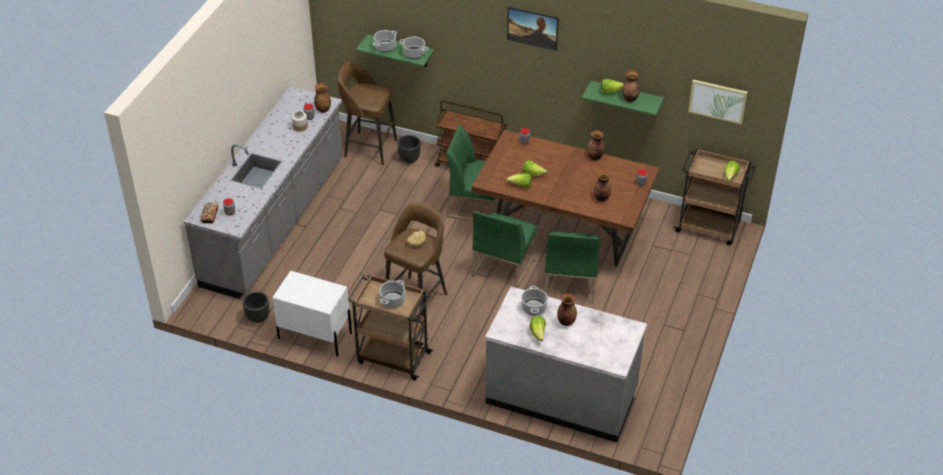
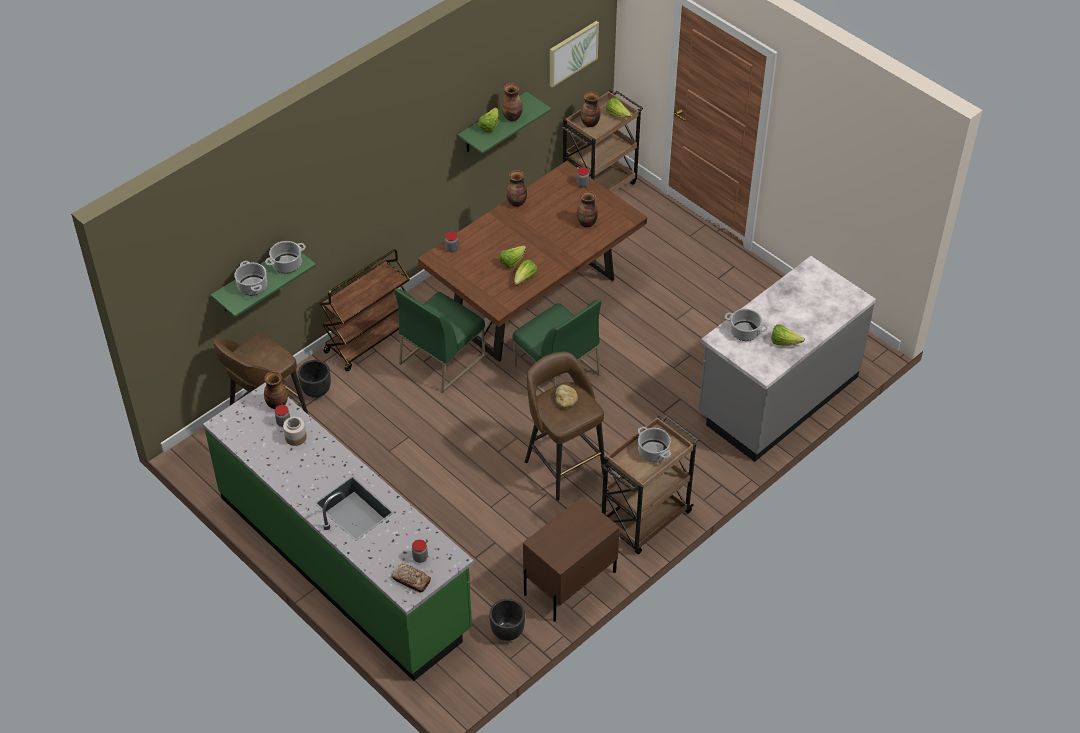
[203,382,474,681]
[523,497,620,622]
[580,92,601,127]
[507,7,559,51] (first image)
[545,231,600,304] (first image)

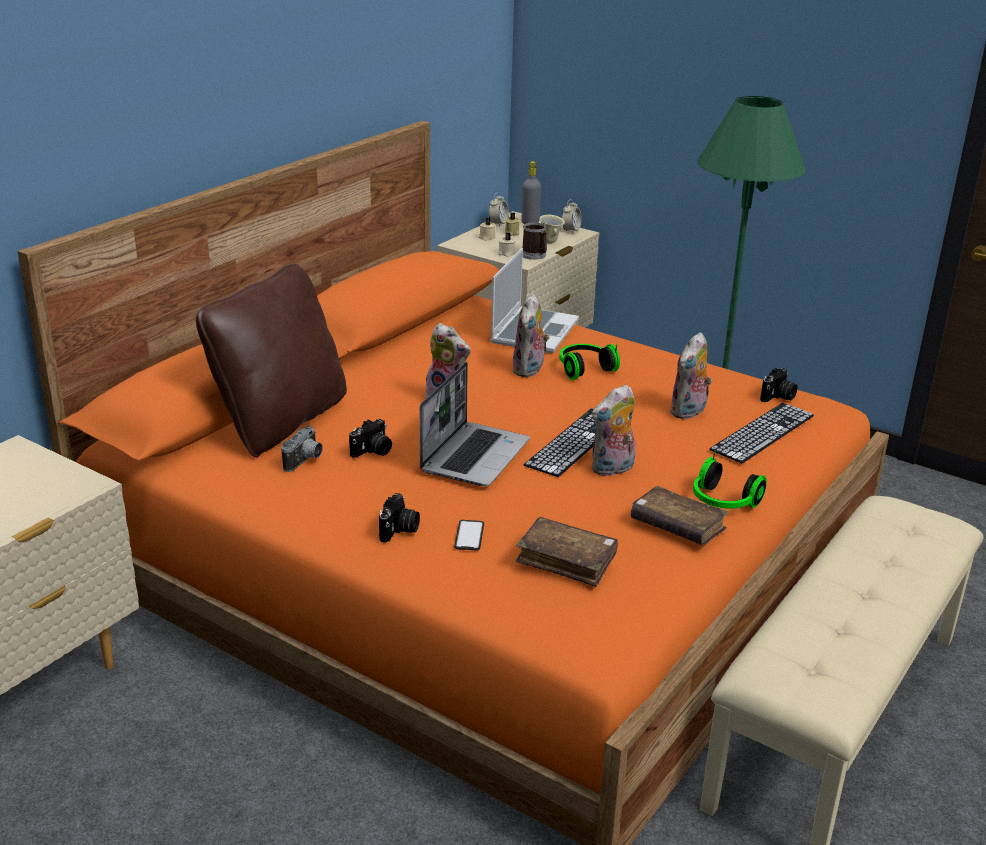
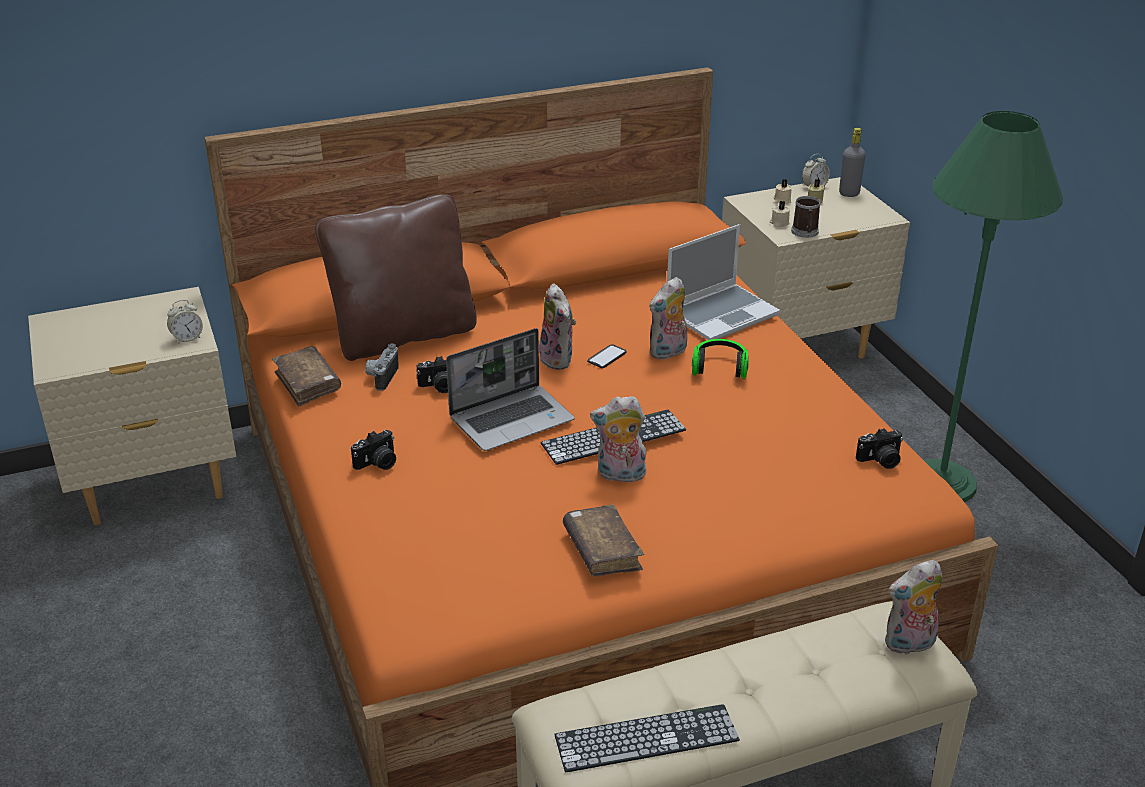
[167,300,203,344]
[272,346,341,406]
[365,344,399,391]
[554,704,740,773]
[587,344,627,368]
[885,560,943,655]
[539,215,565,244] (first image)
[693,450,767,509] (first image)

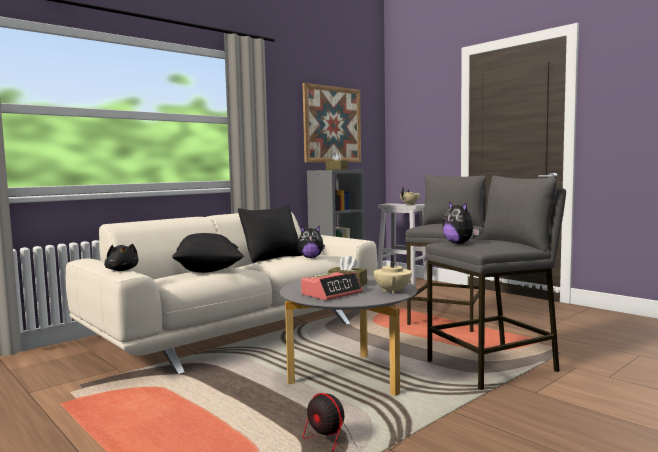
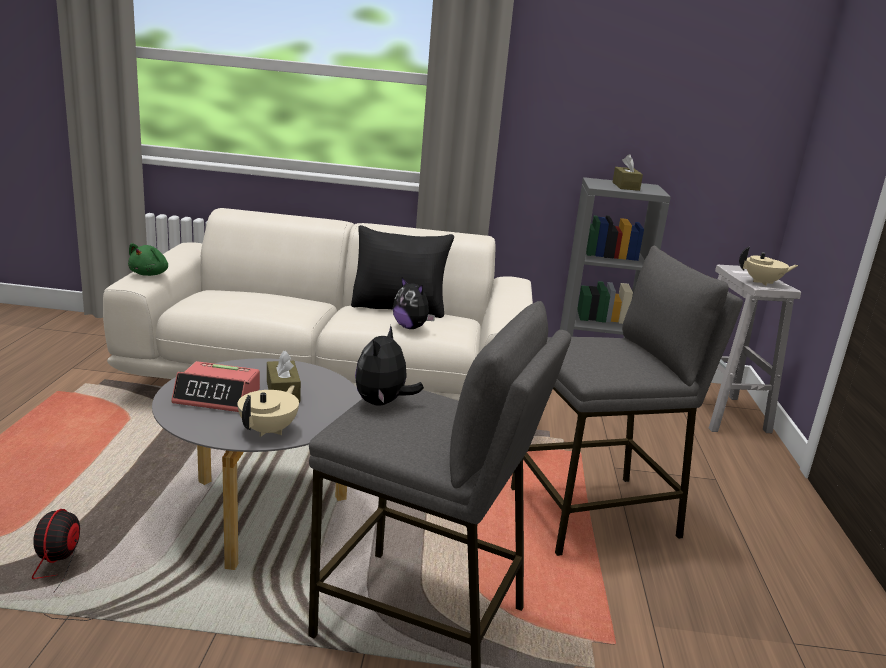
[128,243,168,276]
[237,386,299,437]
[172,233,244,273] (first image)
[302,83,361,163] (first image)

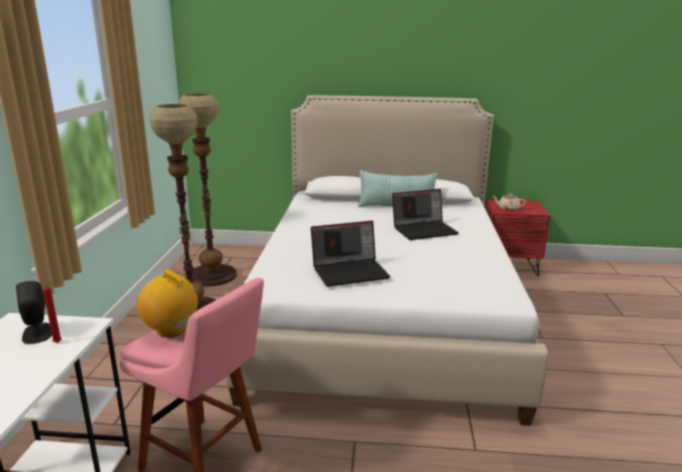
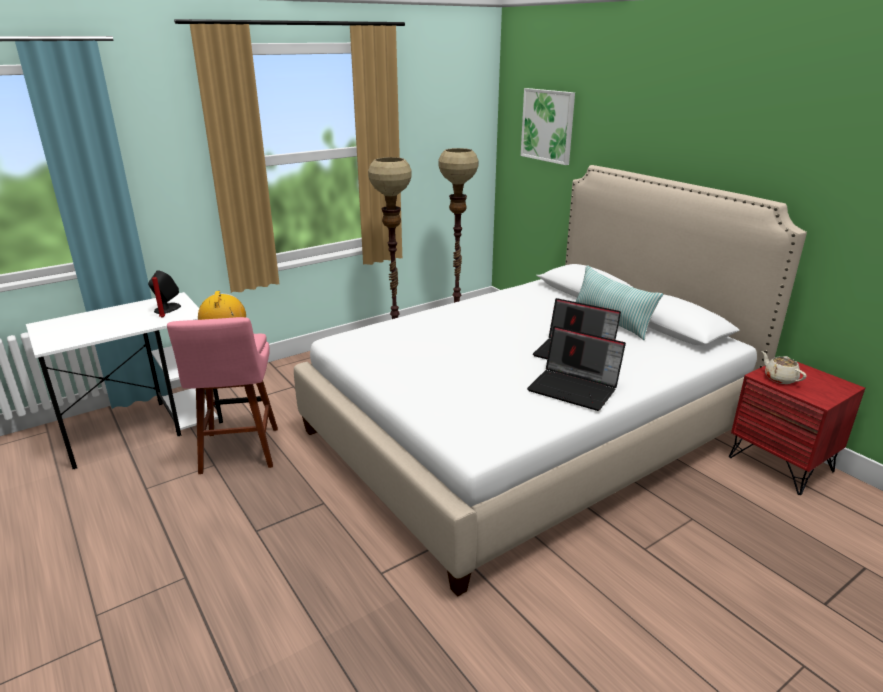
[521,88,575,165]
[527,326,626,411]

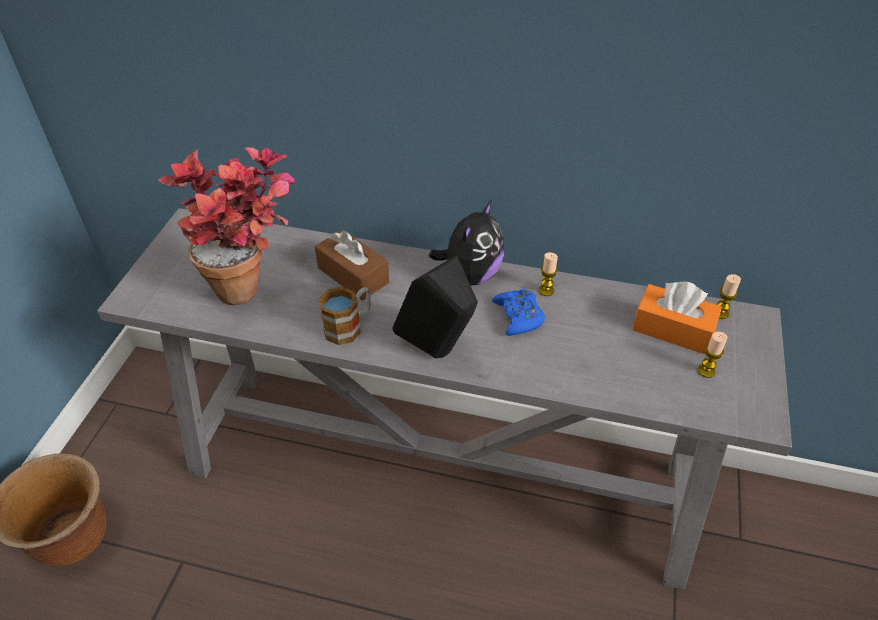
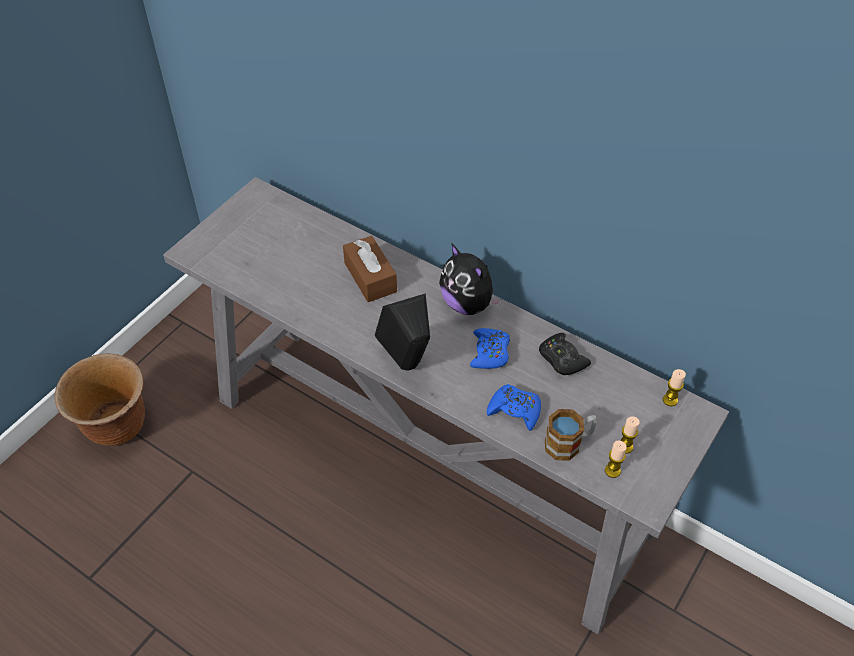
[439,244,502,315]
[487,384,541,431]
[539,333,591,375]
[545,409,598,461]
[605,440,627,478]
[158,147,295,305] (first image)
[632,281,722,354] (first image)

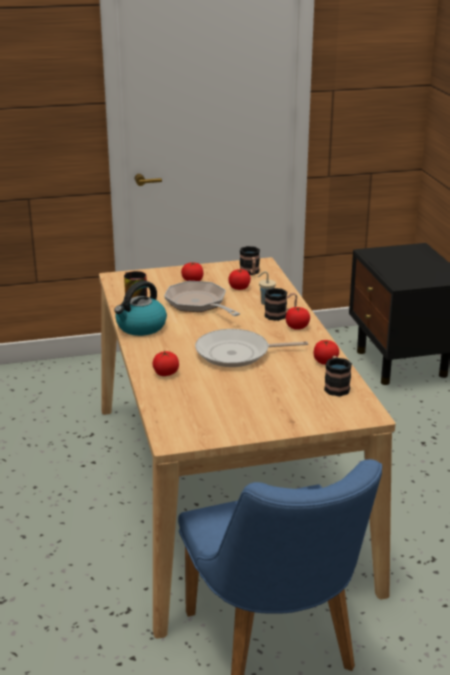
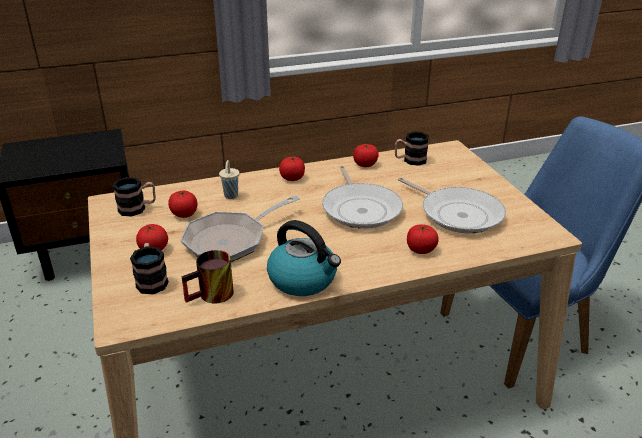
[130,243,169,295]
[398,177,506,234]

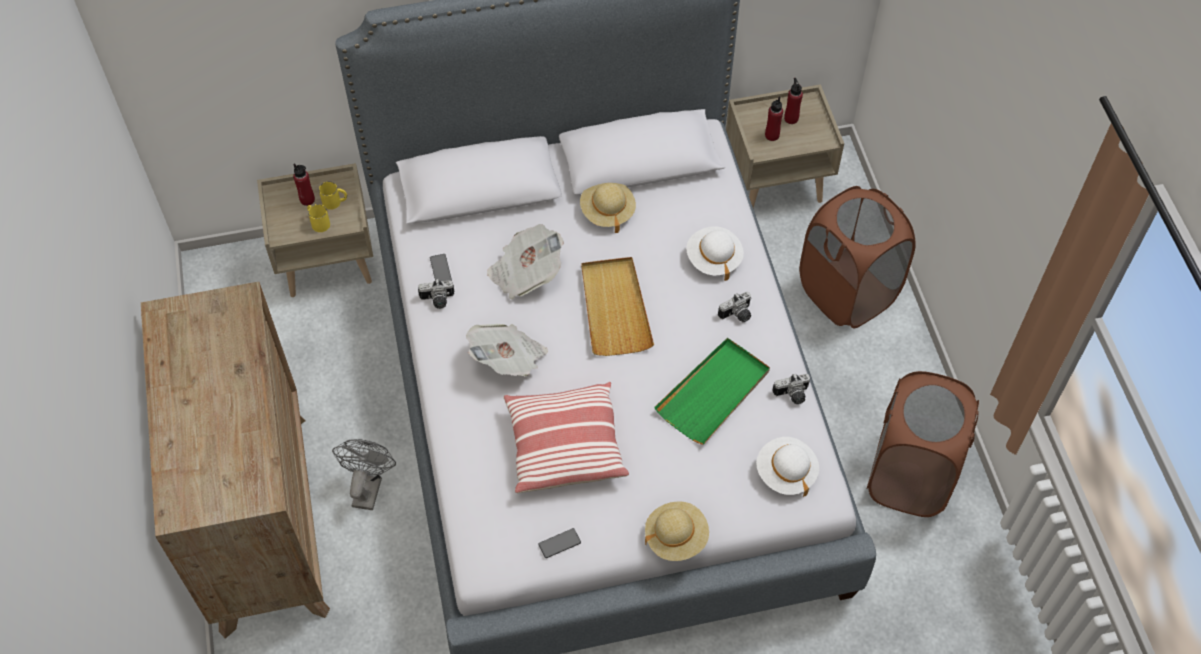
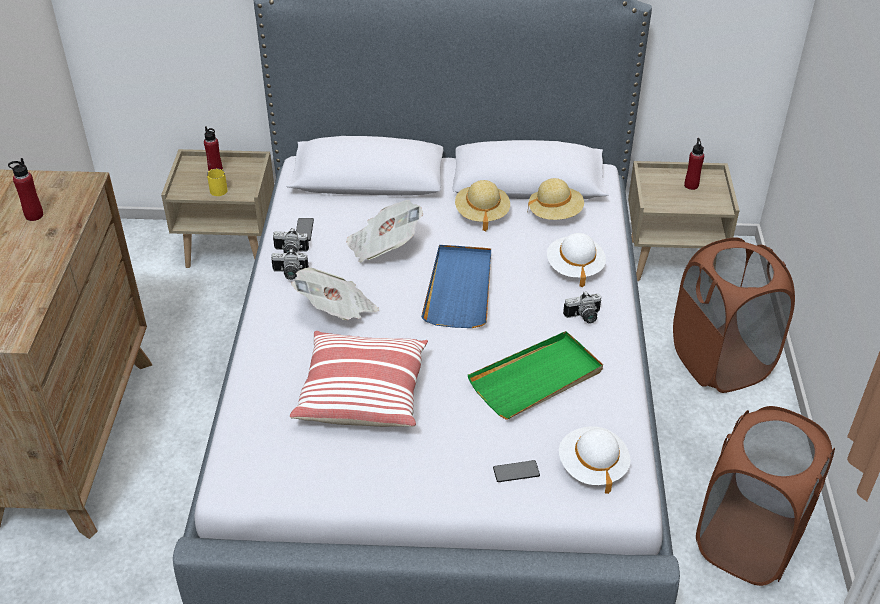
[8,158,43,221]
[271,249,309,280]
[421,245,491,328]
[493,460,540,482]
[528,178,584,220]
[319,181,347,210] (first image)
[332,439,396,510] (first image)

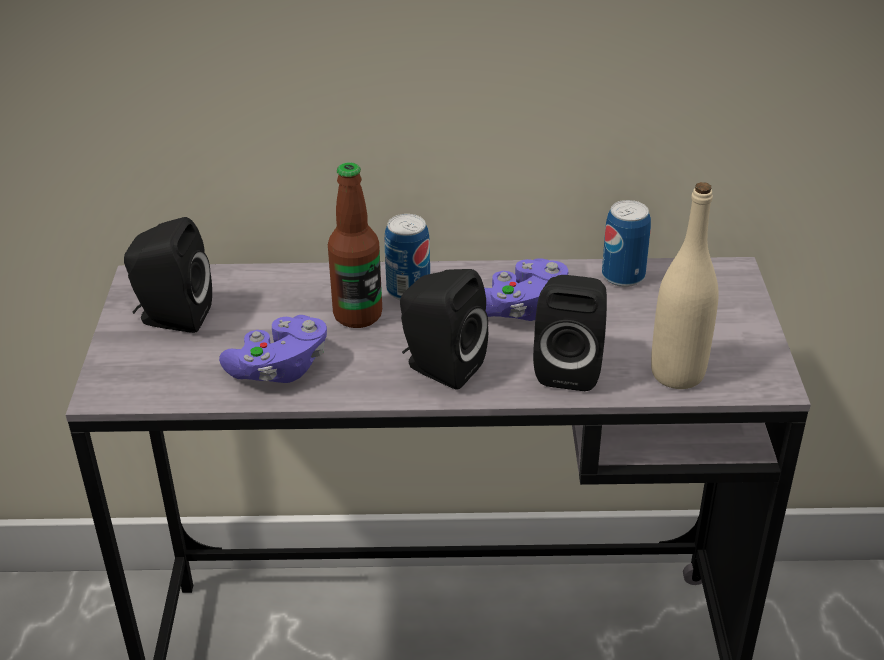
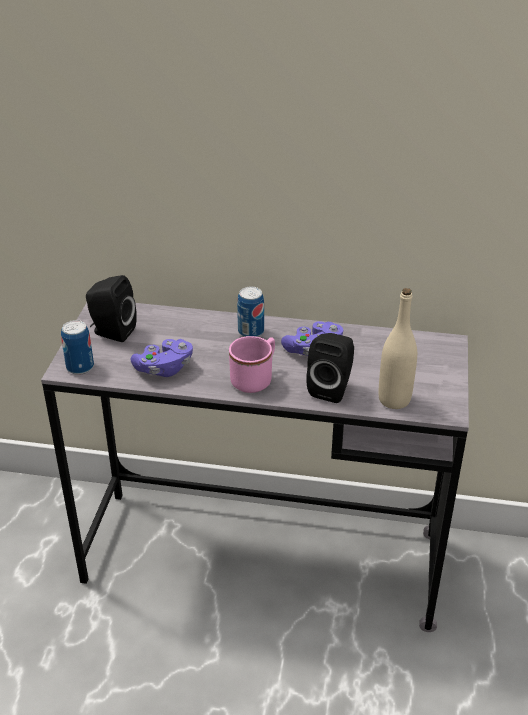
[61,320,94,375]
[229,336,275,393]
[328,162,382,328] (first image)

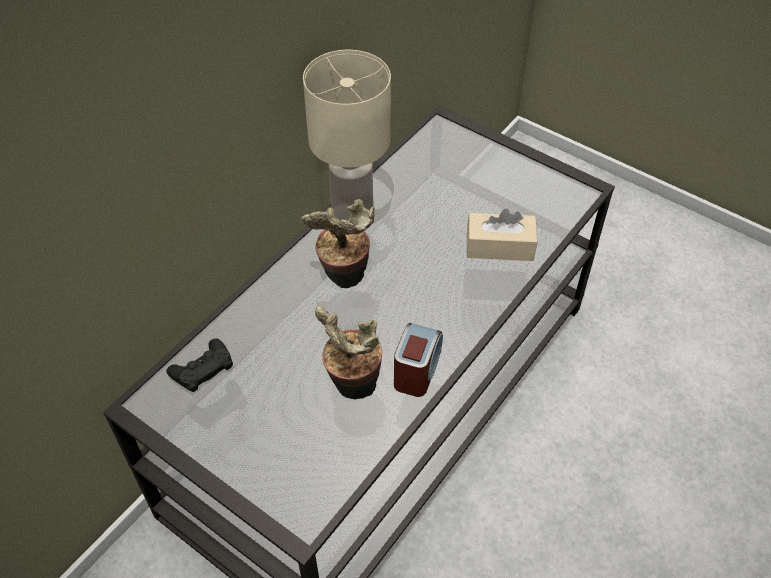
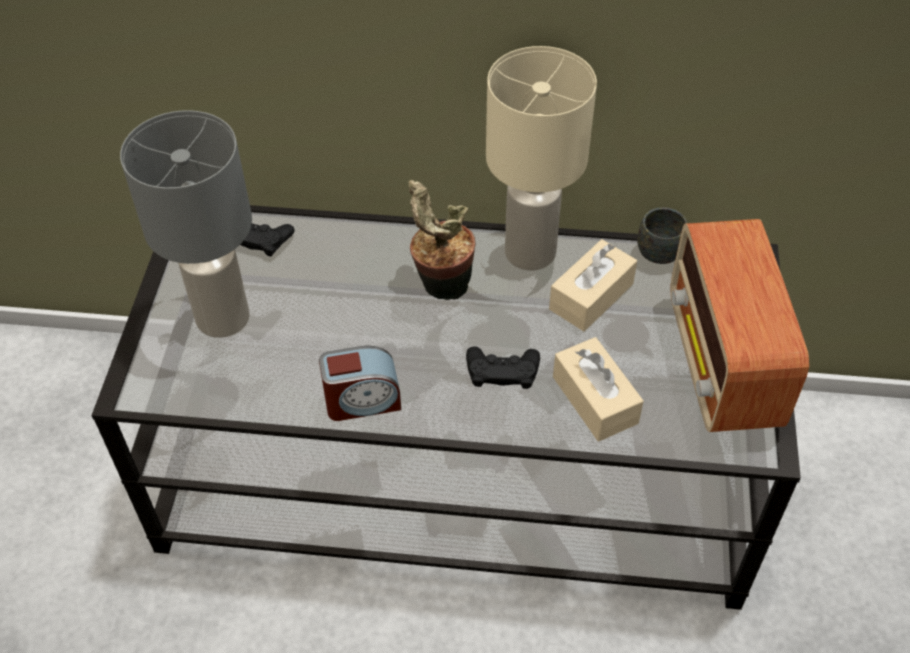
[120,110,252,338]
[466,347,540,389]
[549,239,637,331]
[637,207,687,264]
[670,219,809,432]
[315,306,382,399] (first image)

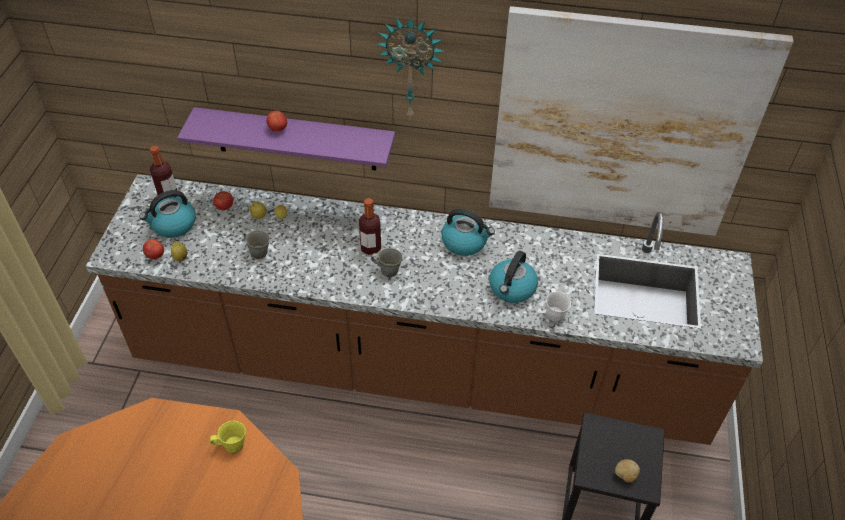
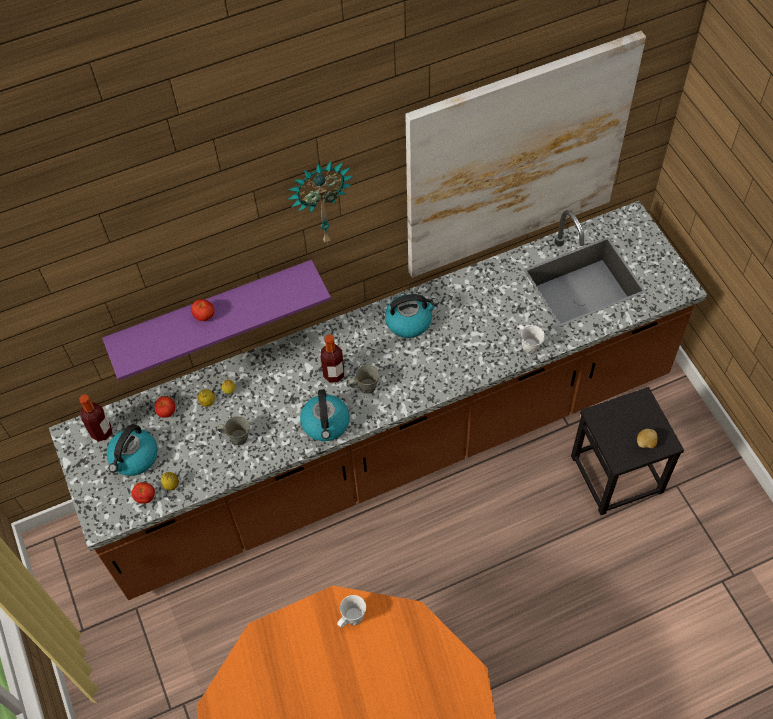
[300,389,350,441]
[337,595,366,628]

